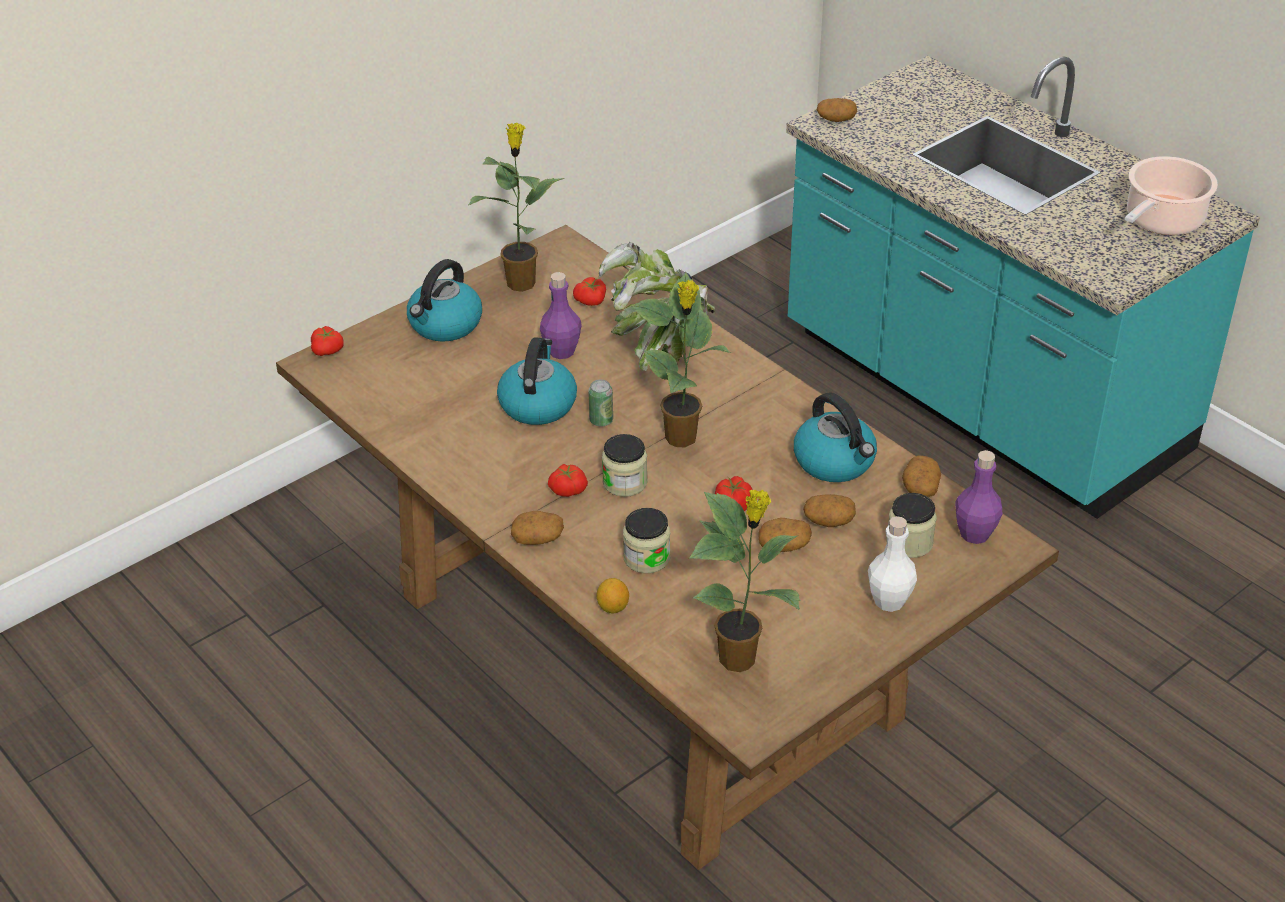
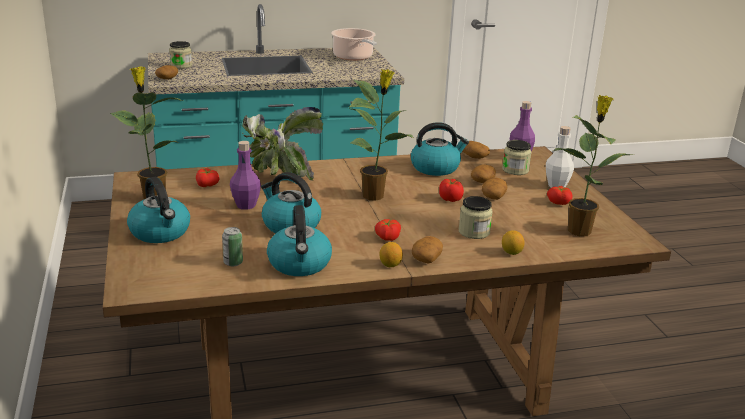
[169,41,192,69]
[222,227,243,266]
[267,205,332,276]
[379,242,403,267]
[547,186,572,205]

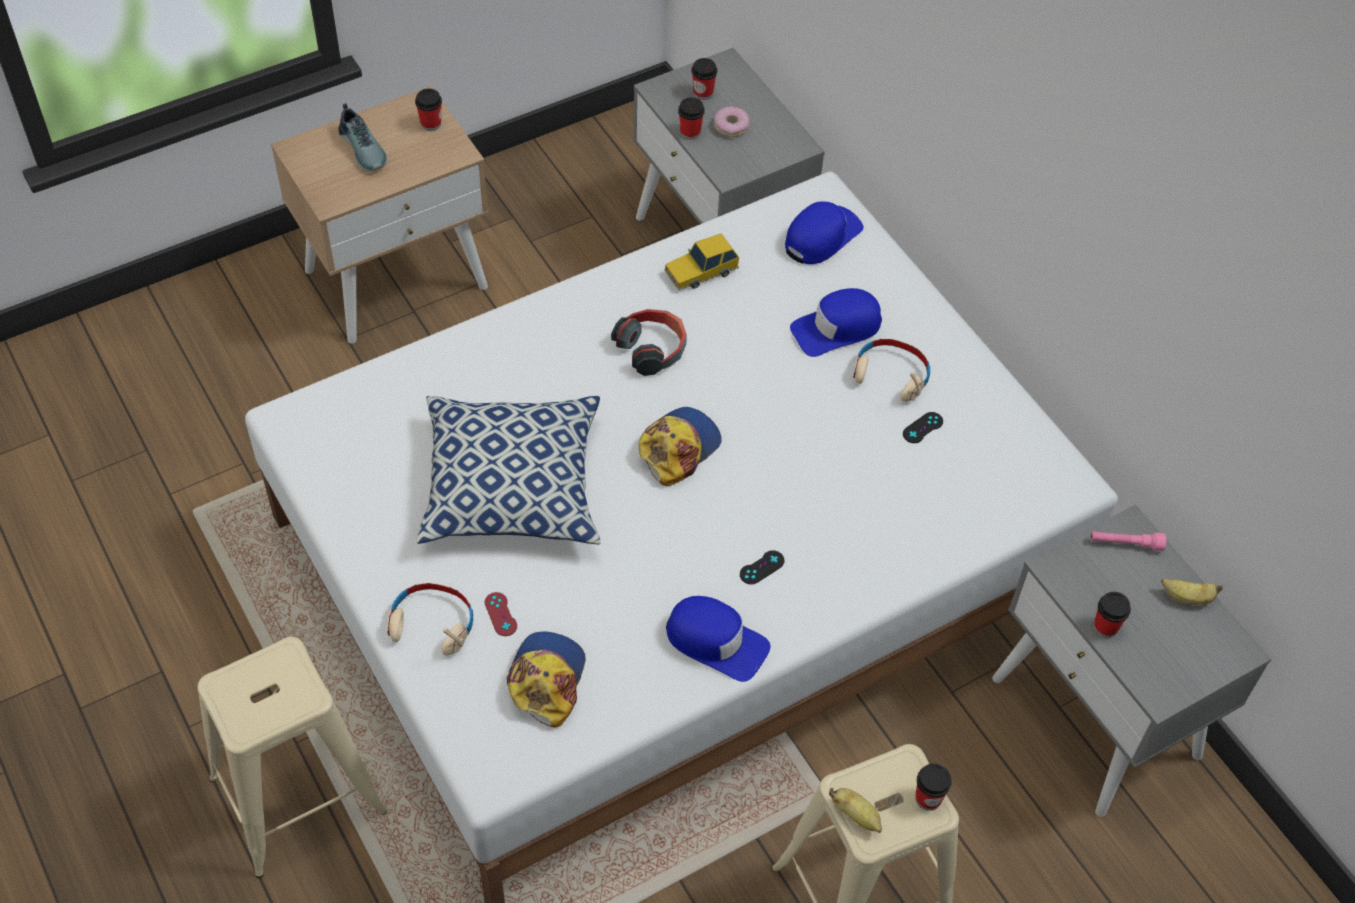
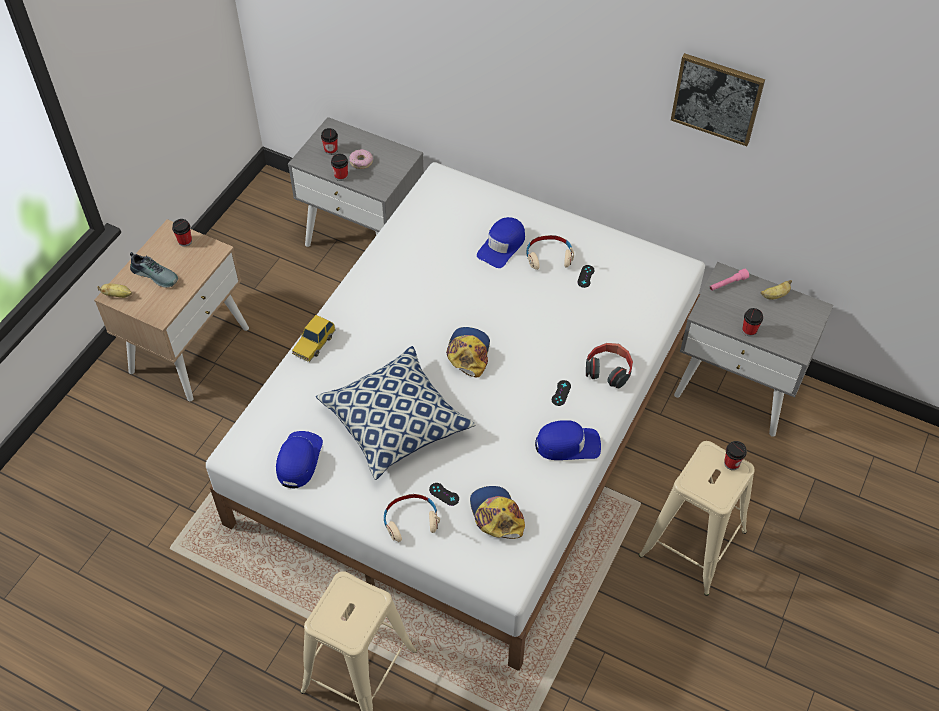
[97,283,132,298]
[276,431,323,488]
[292,315,336,362]
[429,483,459,506]
[586,343,633,388]
[671,53,765,146]

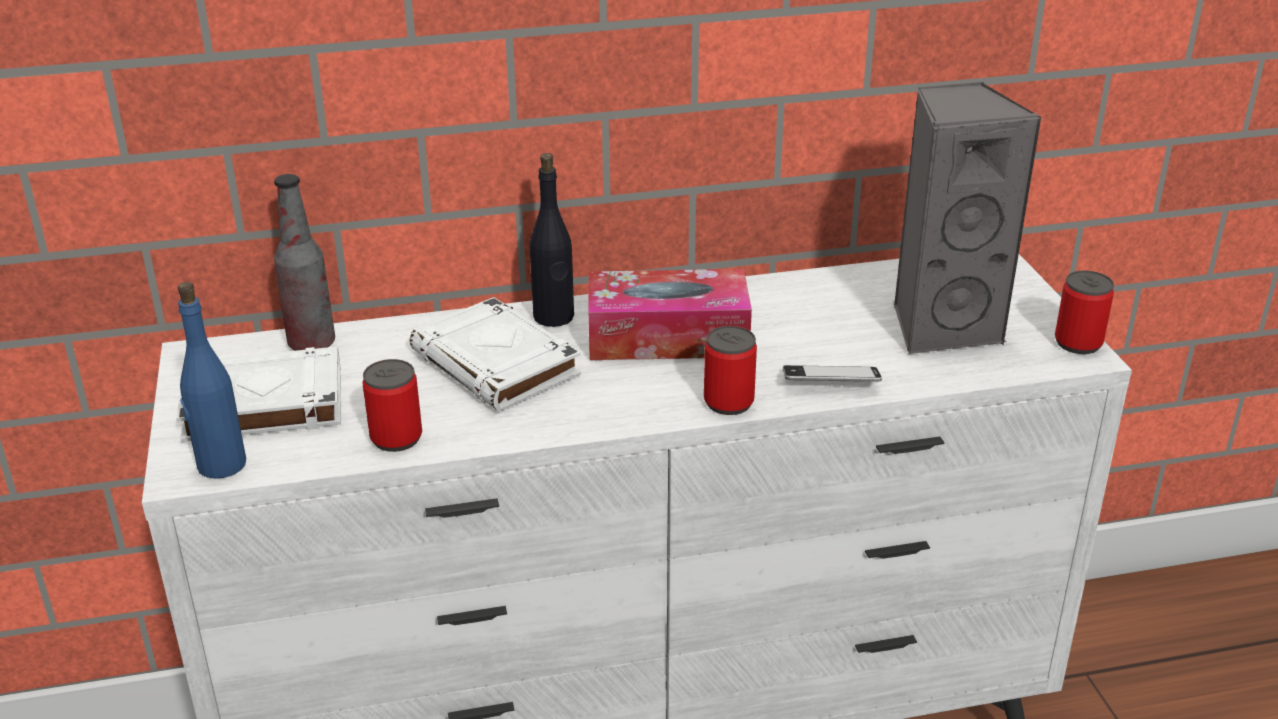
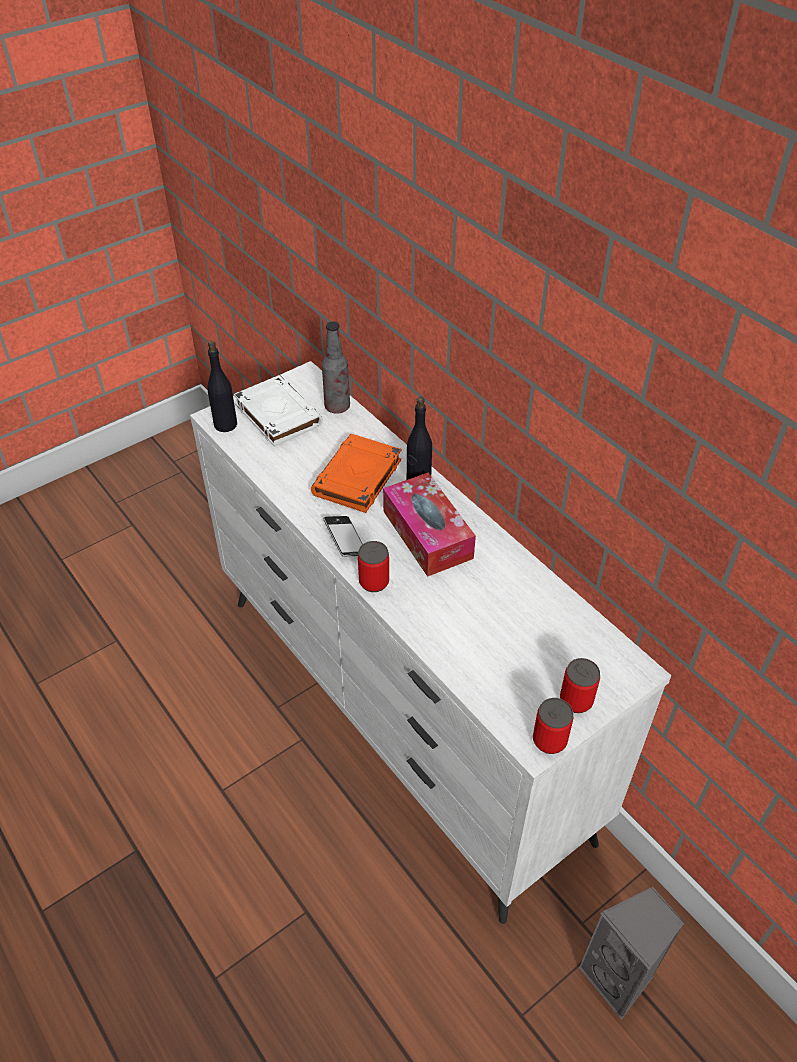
[208,341,237,432]
[311,434,401,513]
[324,516,363,557]
[560,658,600,713]
[579,887,685,1020]

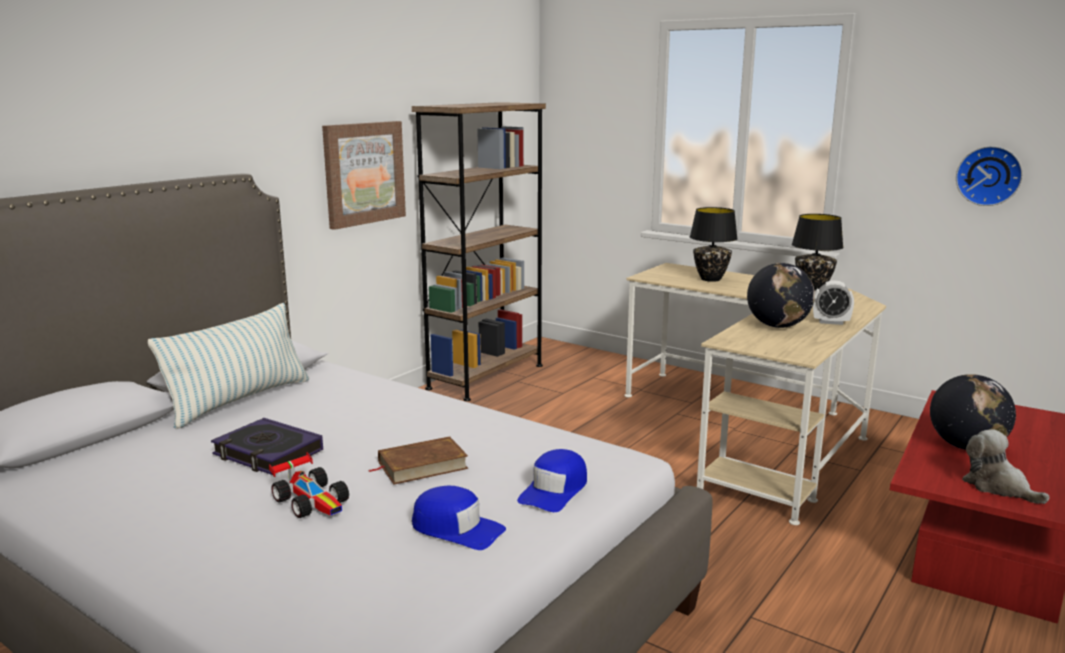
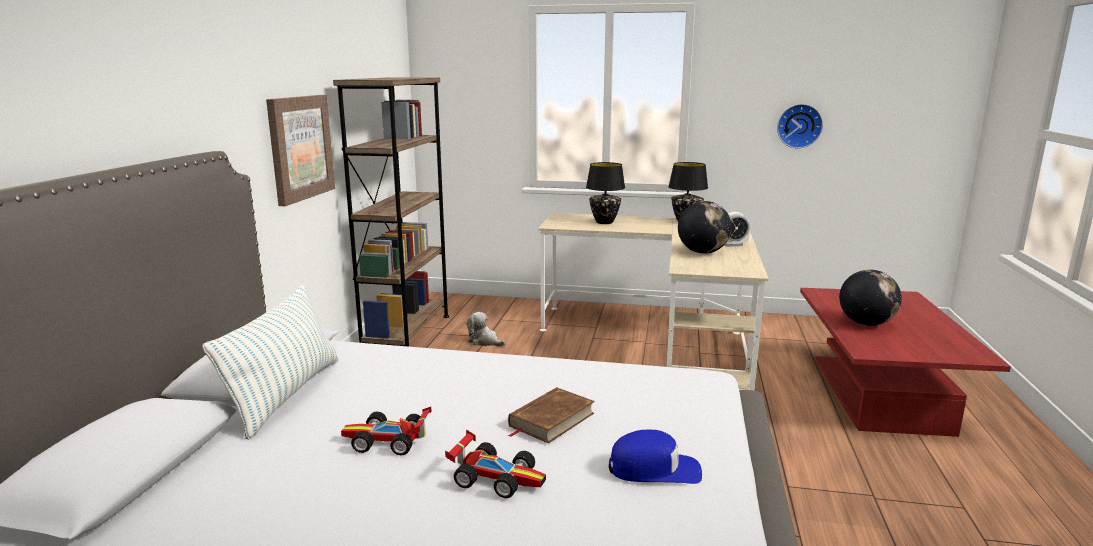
[341,407,432,455]
[466,312,506,347]
[517,449,587,512] (first image)

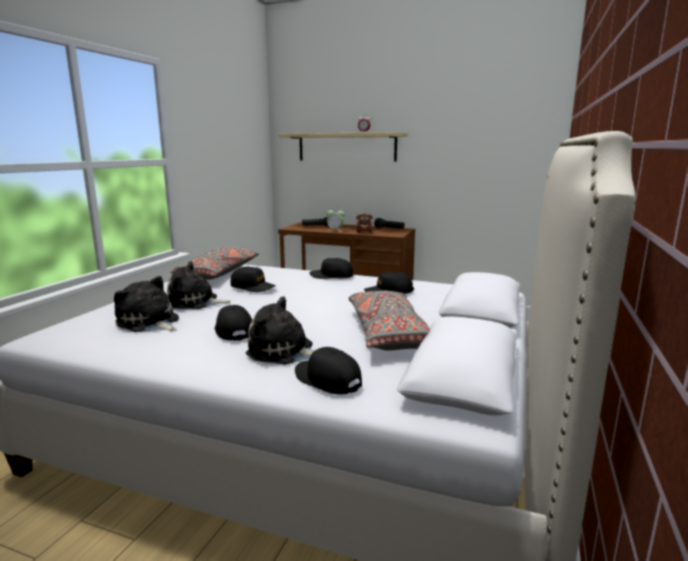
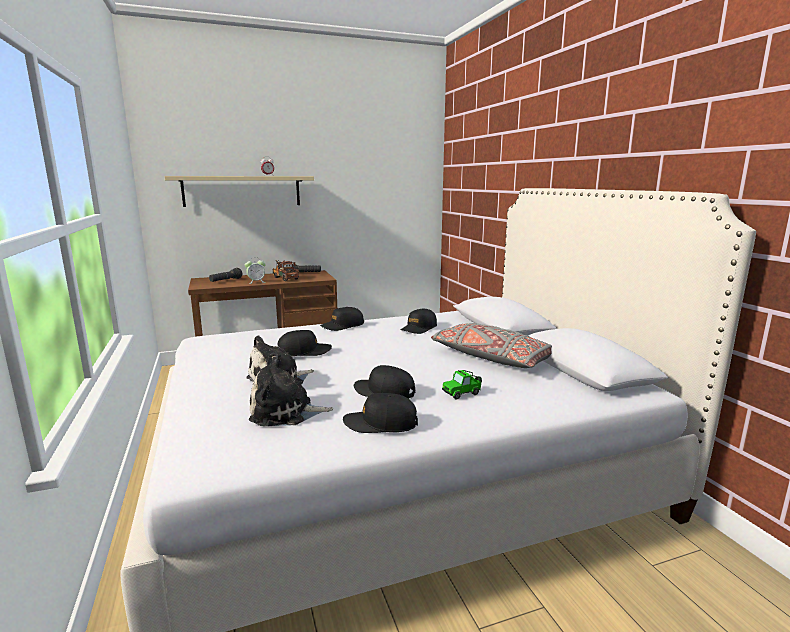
[343,393,418,433]
[442,370,482,399]
[170,246,259,280] (first image)

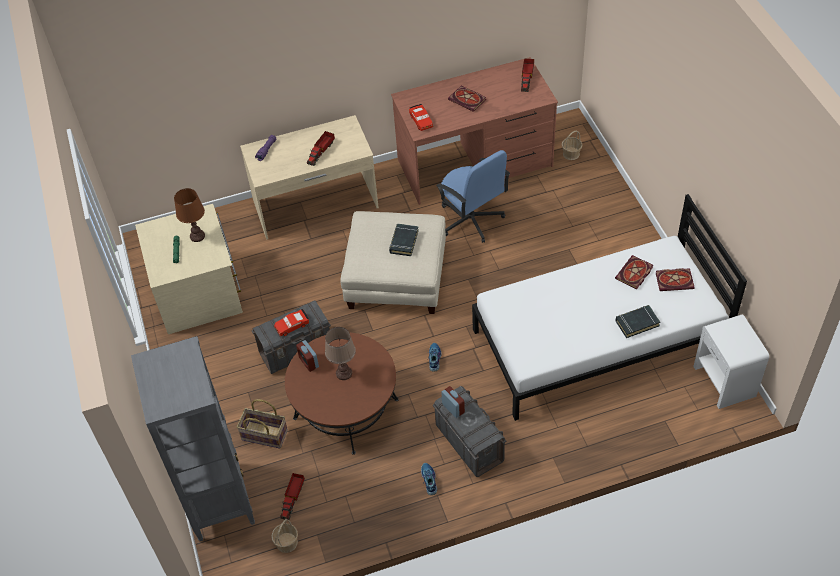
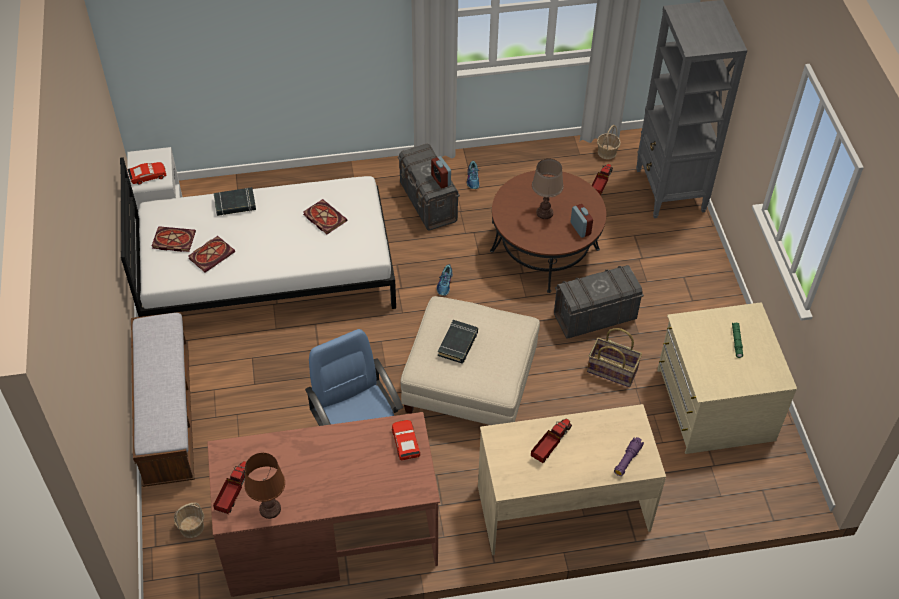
[127,162,167,185]
[131,312,194,487]
[244,453,285,519]
[303,199,347,234]
[587,328,642,387]

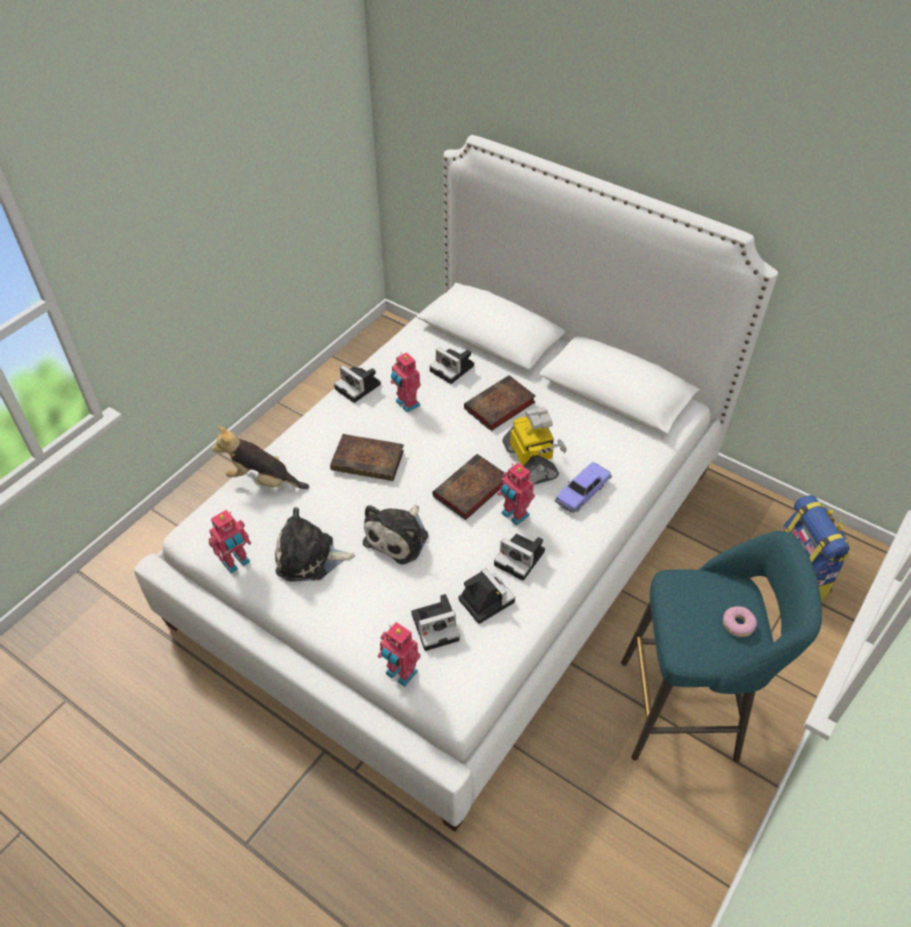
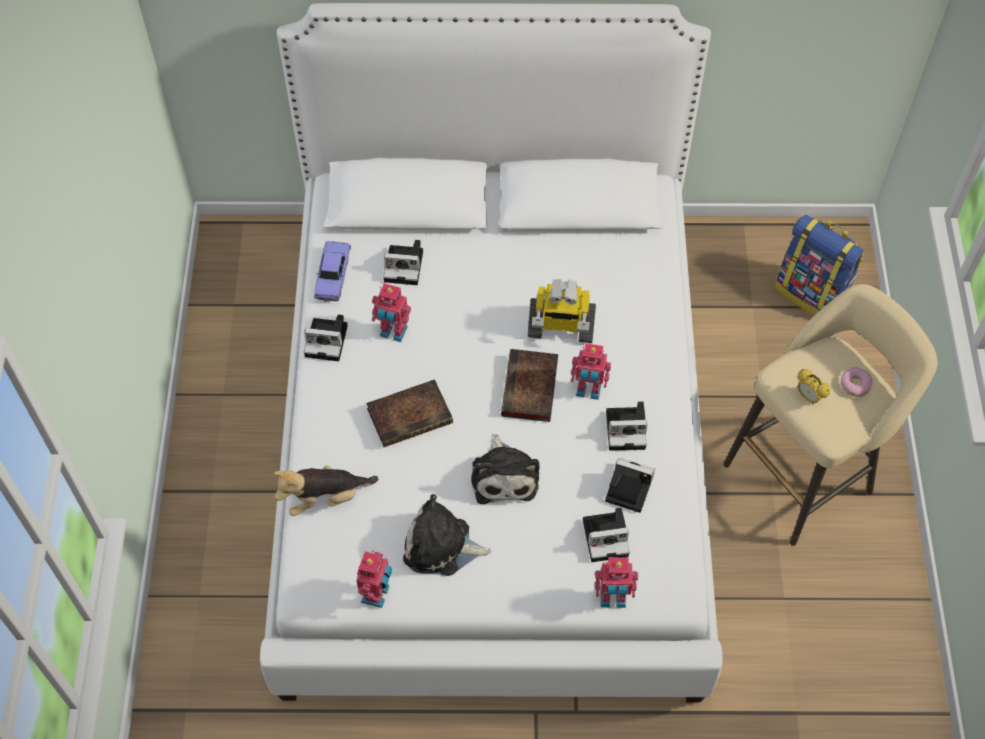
[314,241,351,302]
[403,494,491,576]
[528,279,596,343]
[583,508,630,562]
[723,284,938,546]
[797,369,831,404]
[464,375,536,431] (first image)

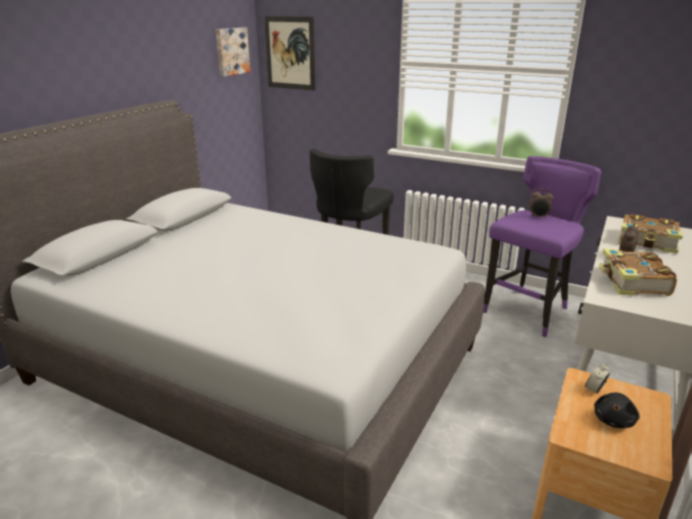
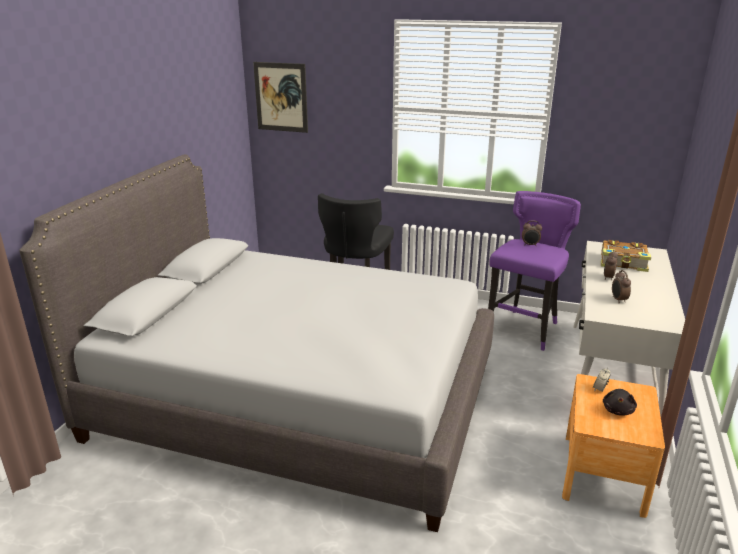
[612,270,631,302]
[216,27,250,77] (first image)

